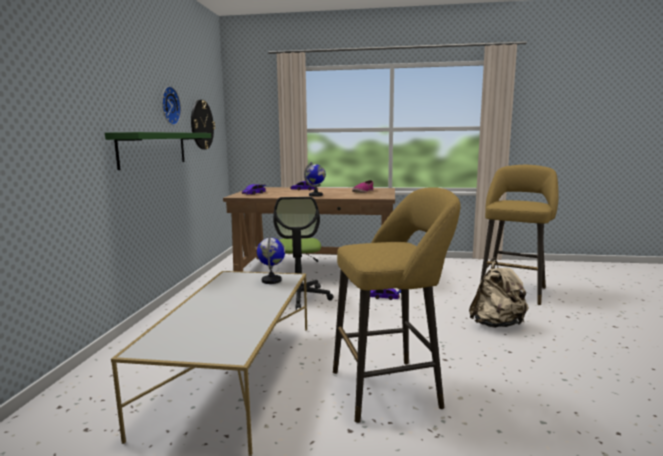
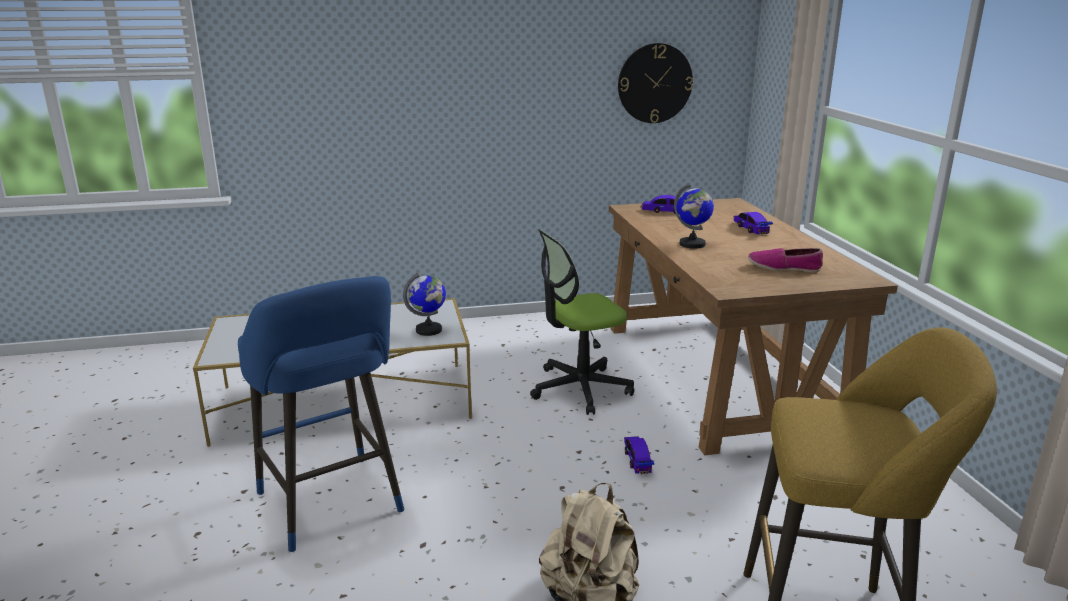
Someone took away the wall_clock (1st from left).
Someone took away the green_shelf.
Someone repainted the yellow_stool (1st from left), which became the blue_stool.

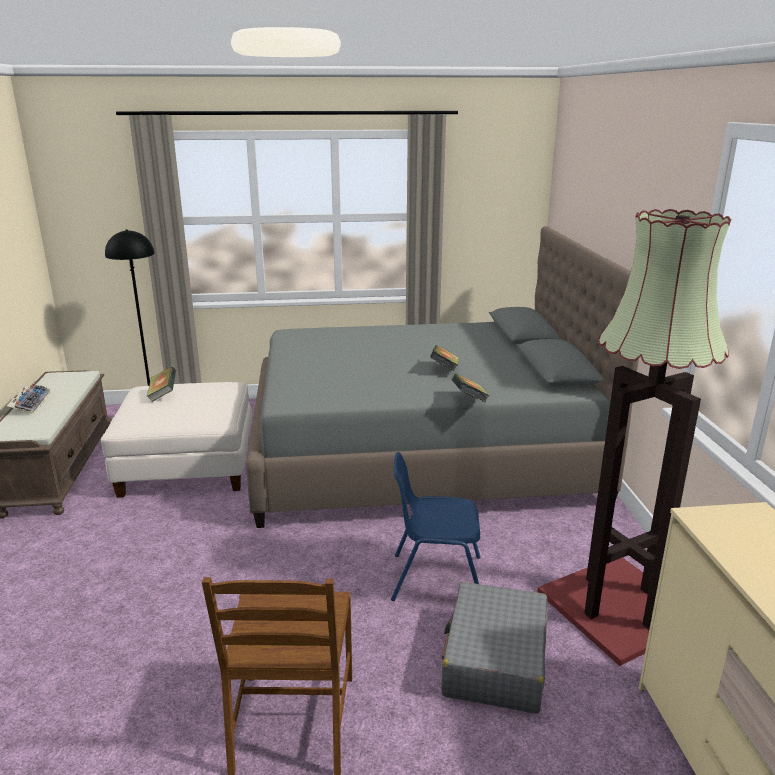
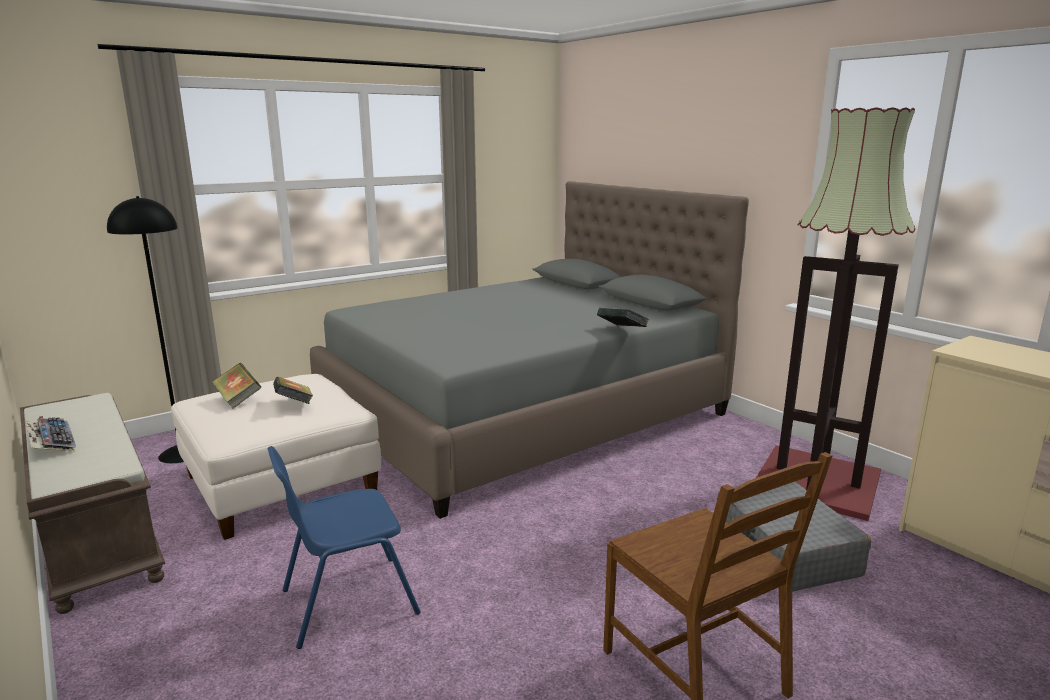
Someone carried the book (2nd from left).
Someone carried the blue_chair.

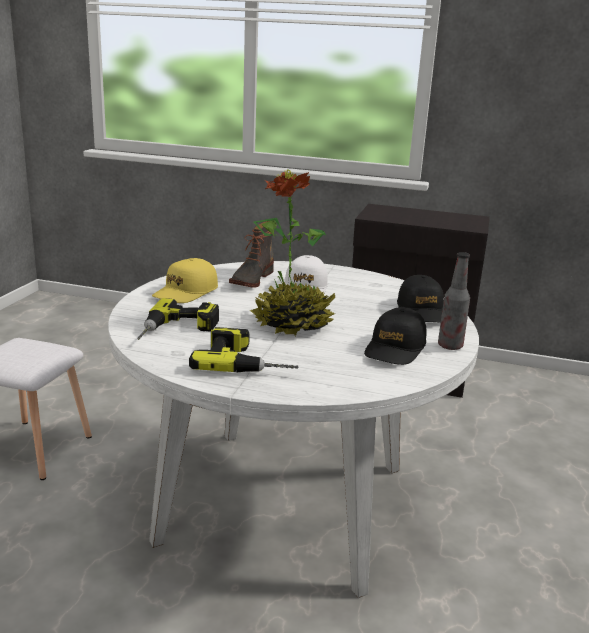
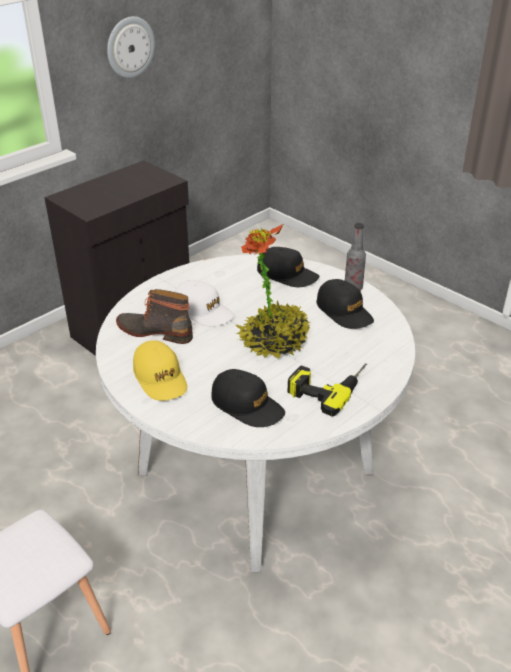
Someone rotated the boot by 150 degrees clockwise.
Someone swapped the power_drill (1st from left) for the black_cap (1st from left).
Someone put up the wall_clock.

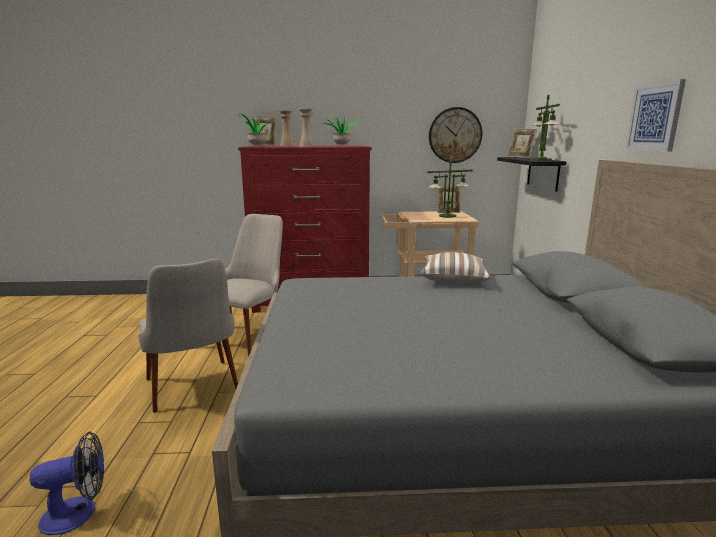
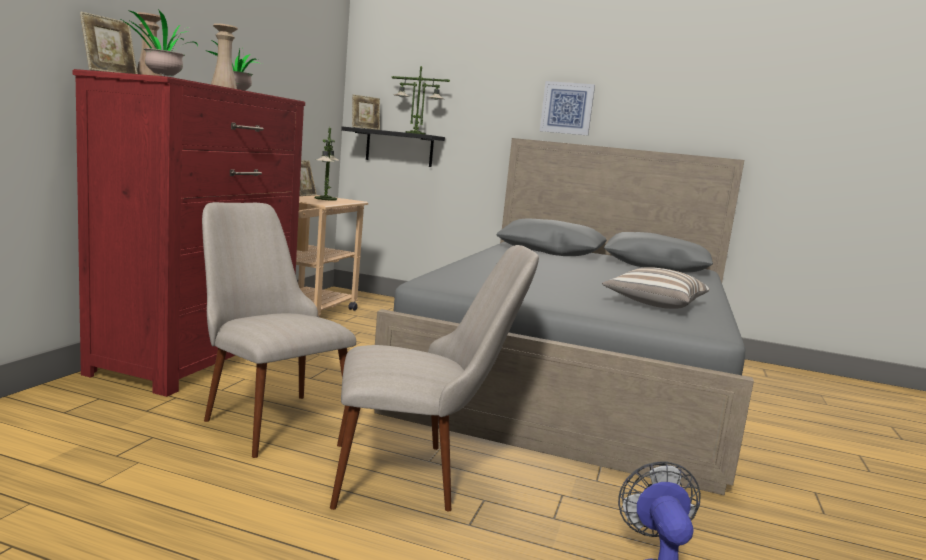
Someone took away the wall_clock.
Someone carried the pillow.

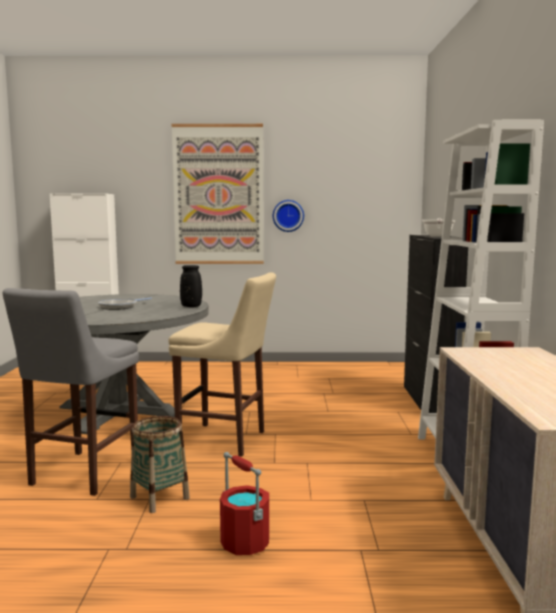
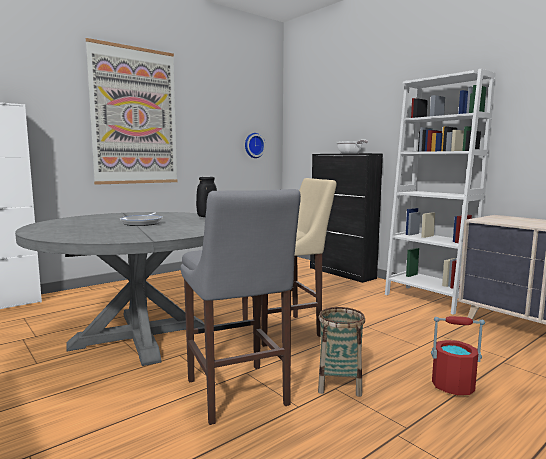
Someone carried the wall_clock.

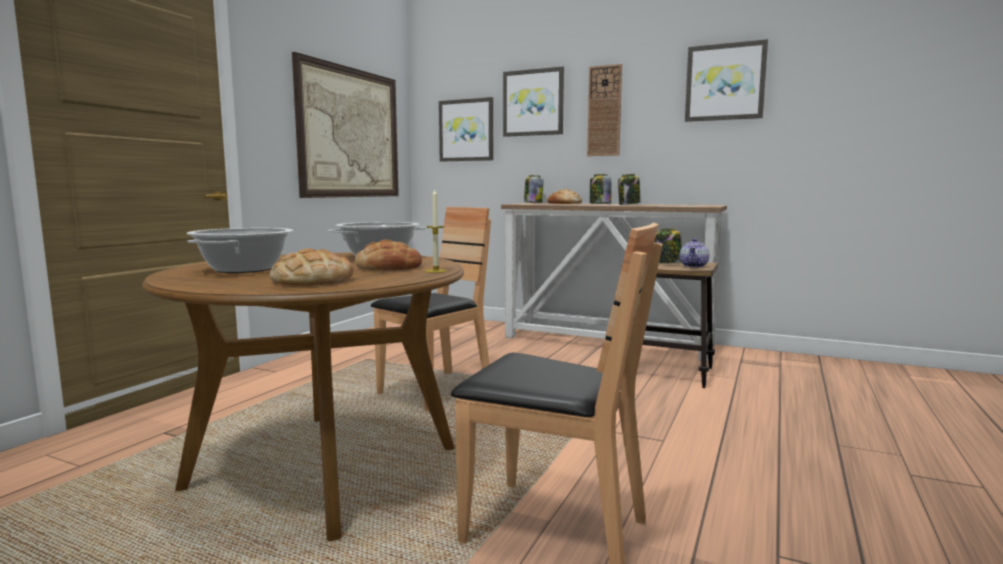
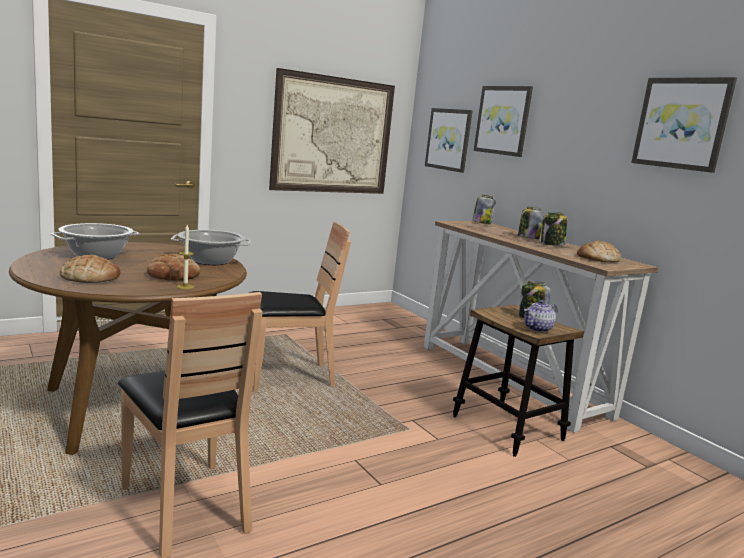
Someone took away the wall_clock.
Someone carried the bread (3rd from left).

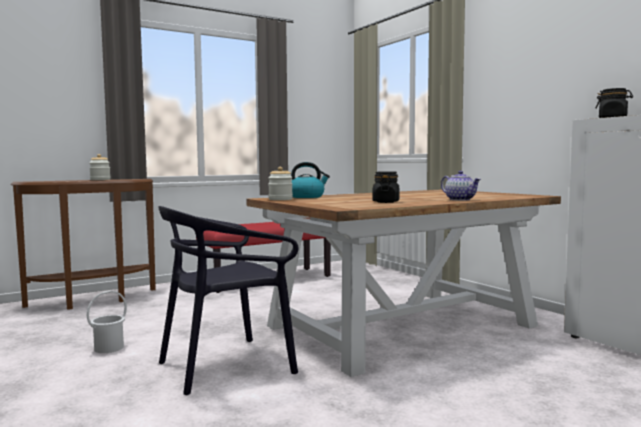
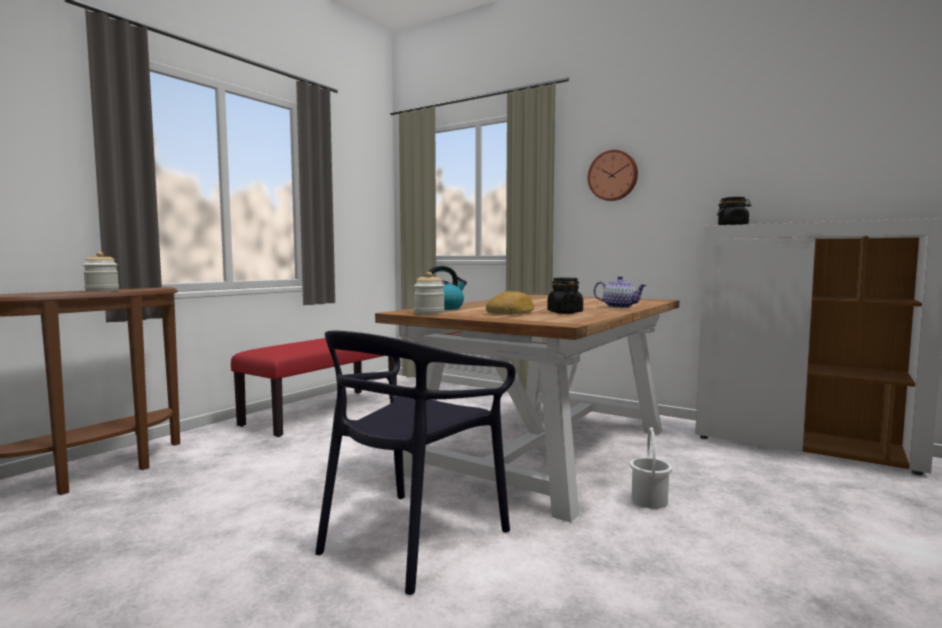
Someone carried the white_bucket.
Someone put up the wall_clock.
Someone put down the bread.

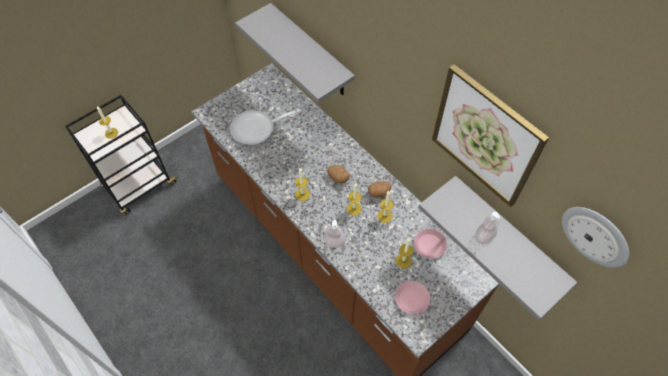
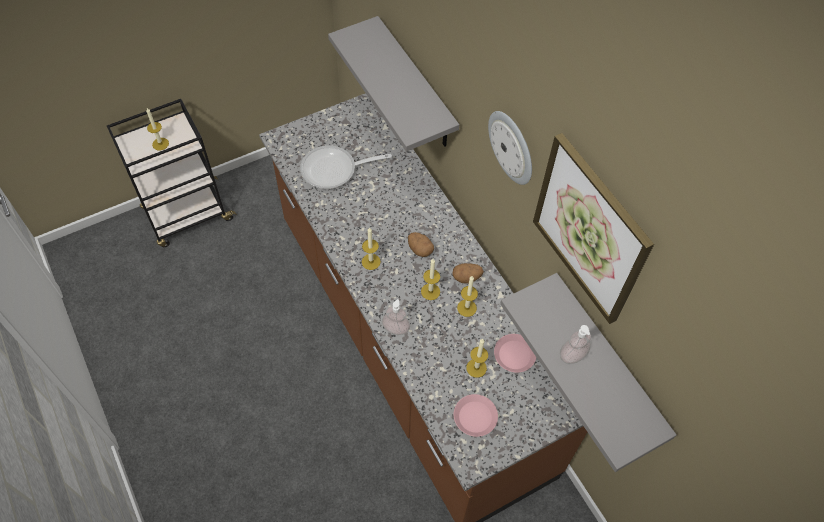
Someone carried the wall_clock.

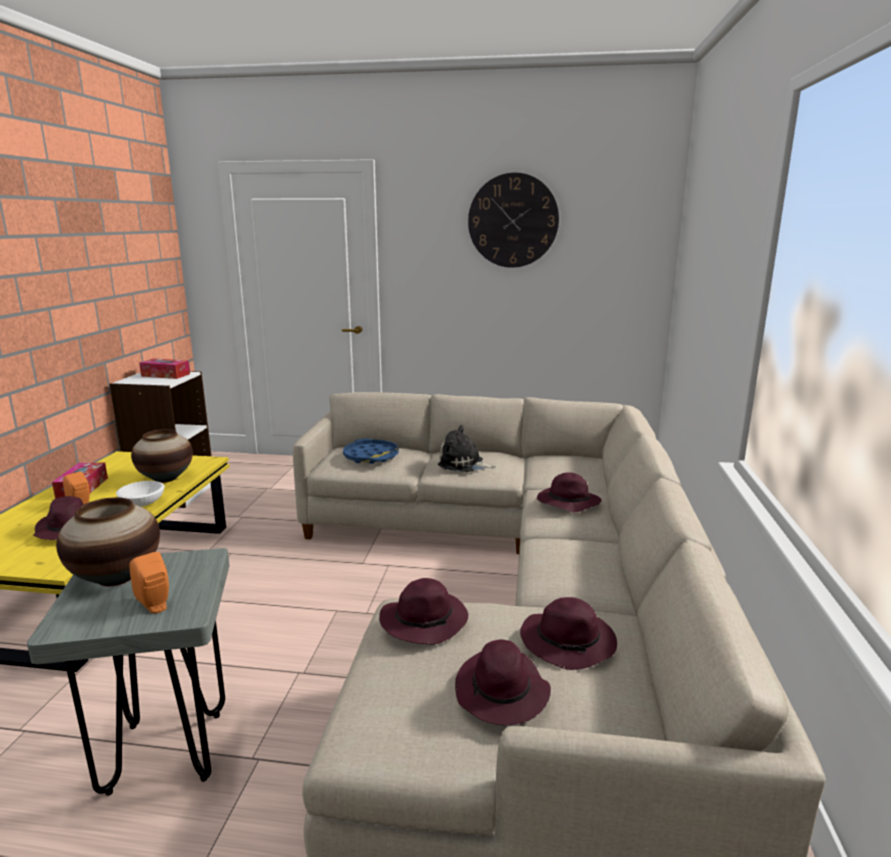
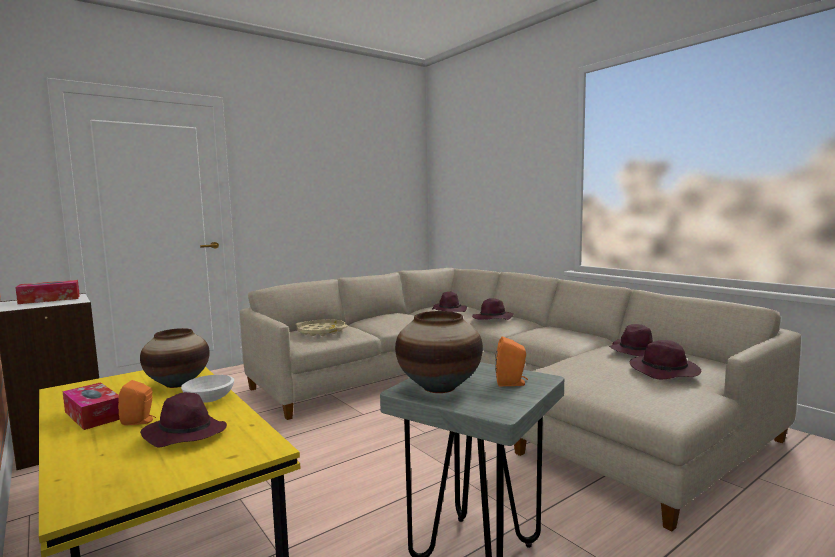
Someone took away the wall_clock.
Someone took away the plush_toy.
Someone repainted the blue_tray, which became the beige_tray.
Someone carried the purple_hat (2nd from left).

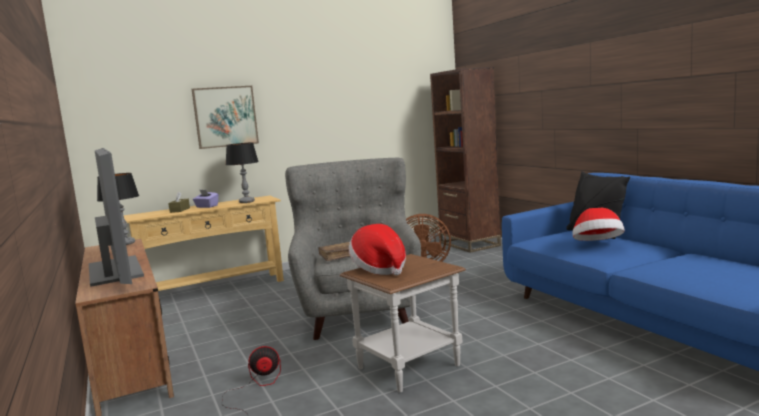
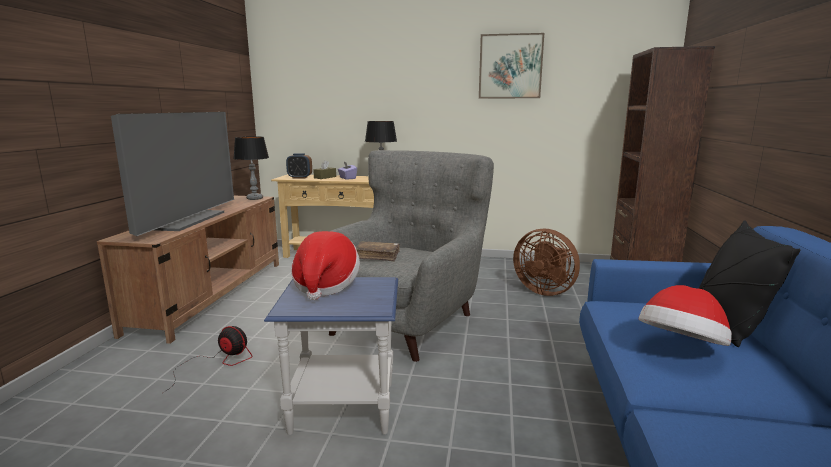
Someone carried the picture.
Someone repainted the brown_side_table, which became the blue_side_table.
Someone put down the alarm_clock.

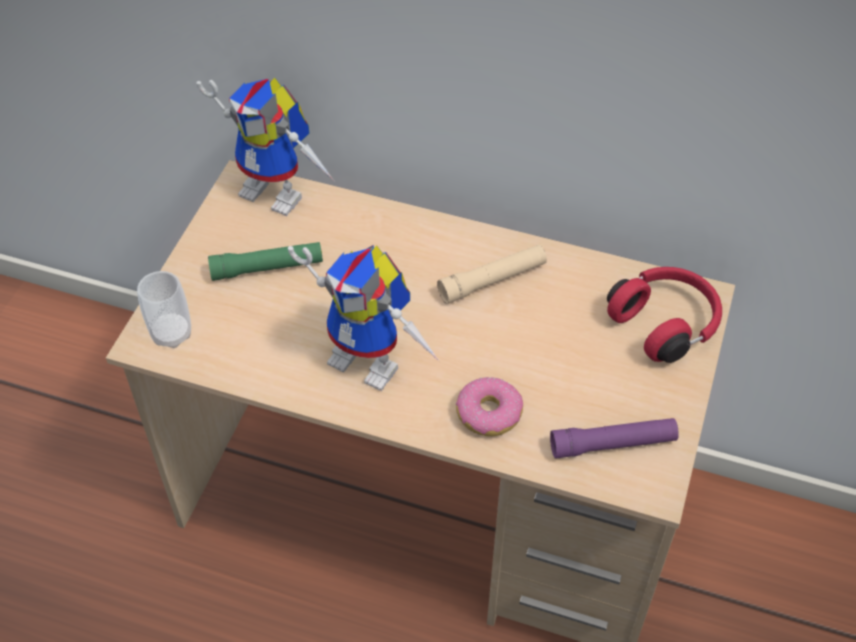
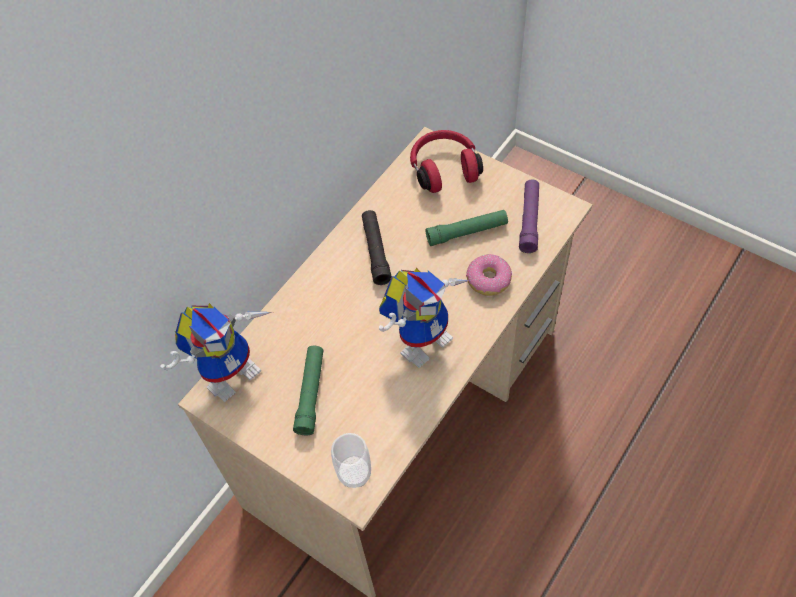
Someone repainted the beige_flashlight, which became the black_flashlight.
Someone put down the green_flashlight (2nd from left).

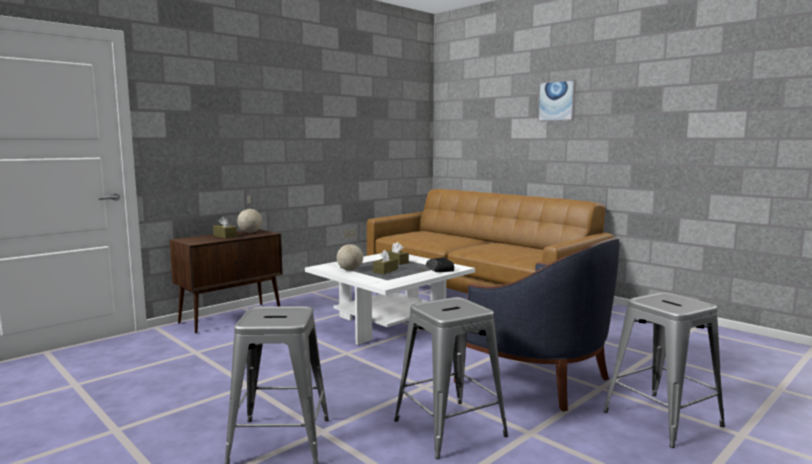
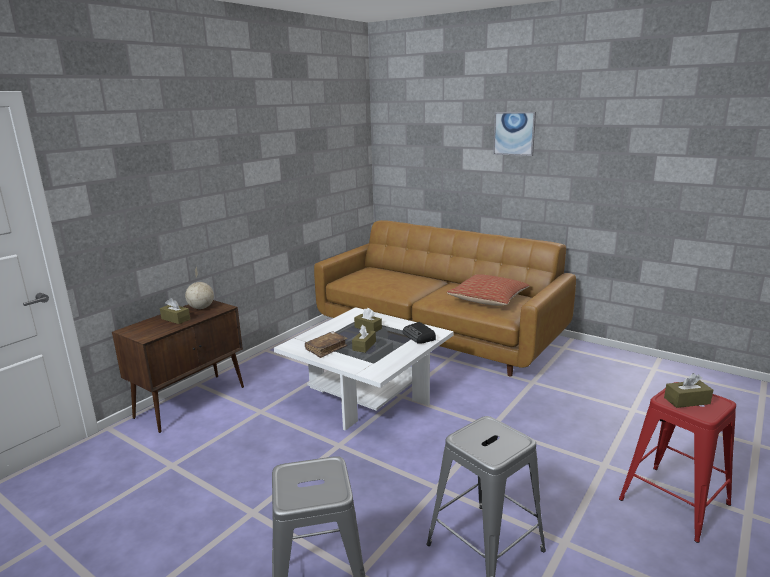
Someone swapped the globe (2nd from left) for the brown_book.
Someone took away the blue_armchair.
Someone repainted the grey_stool (3rd from left), which became the red_stool.
Someone put down the pillow.
Someone put down the brown_tissue_box (4th from left).

